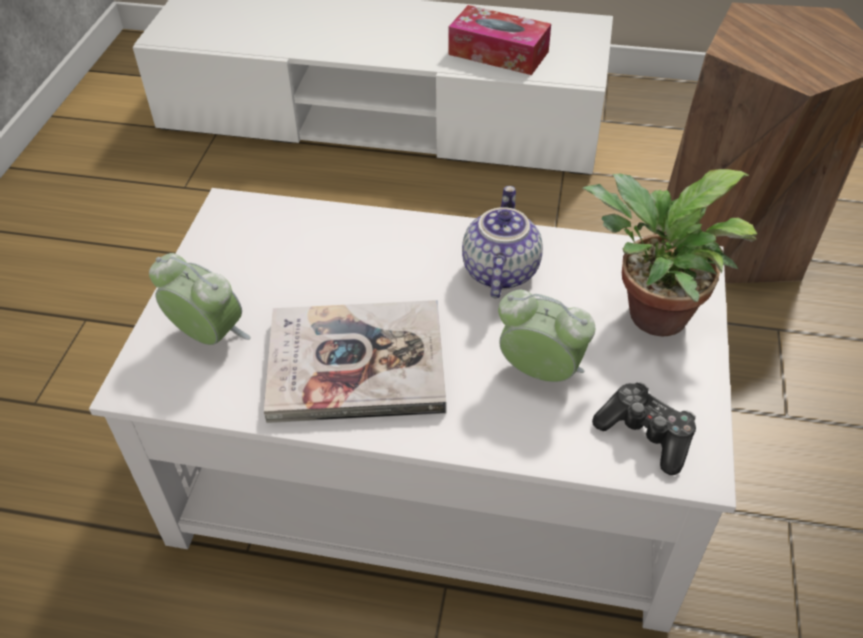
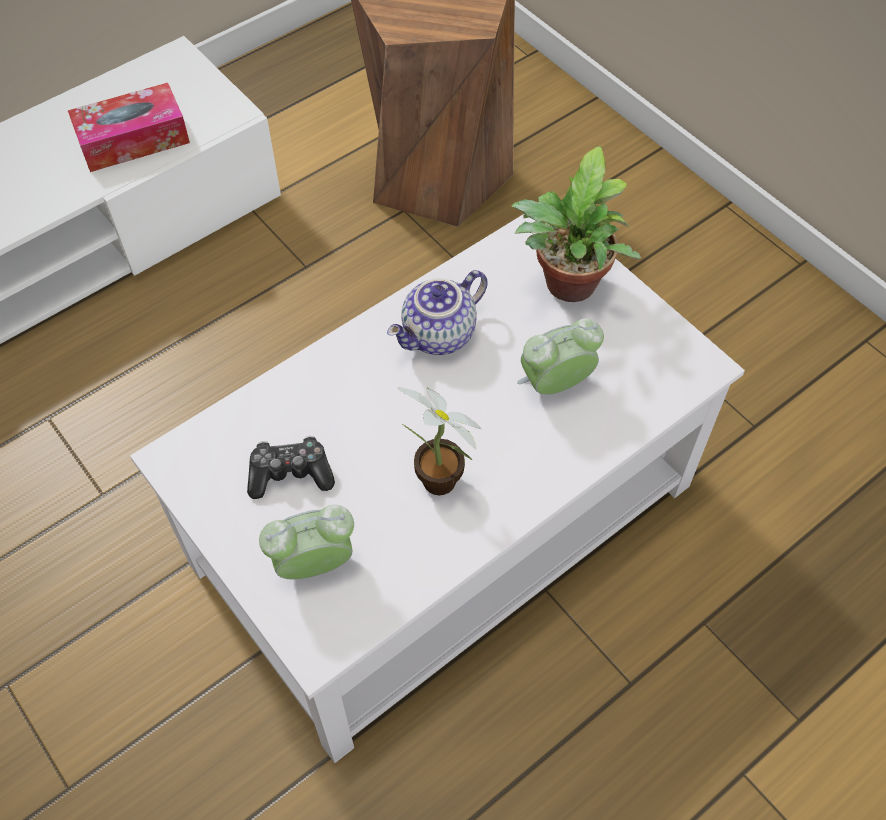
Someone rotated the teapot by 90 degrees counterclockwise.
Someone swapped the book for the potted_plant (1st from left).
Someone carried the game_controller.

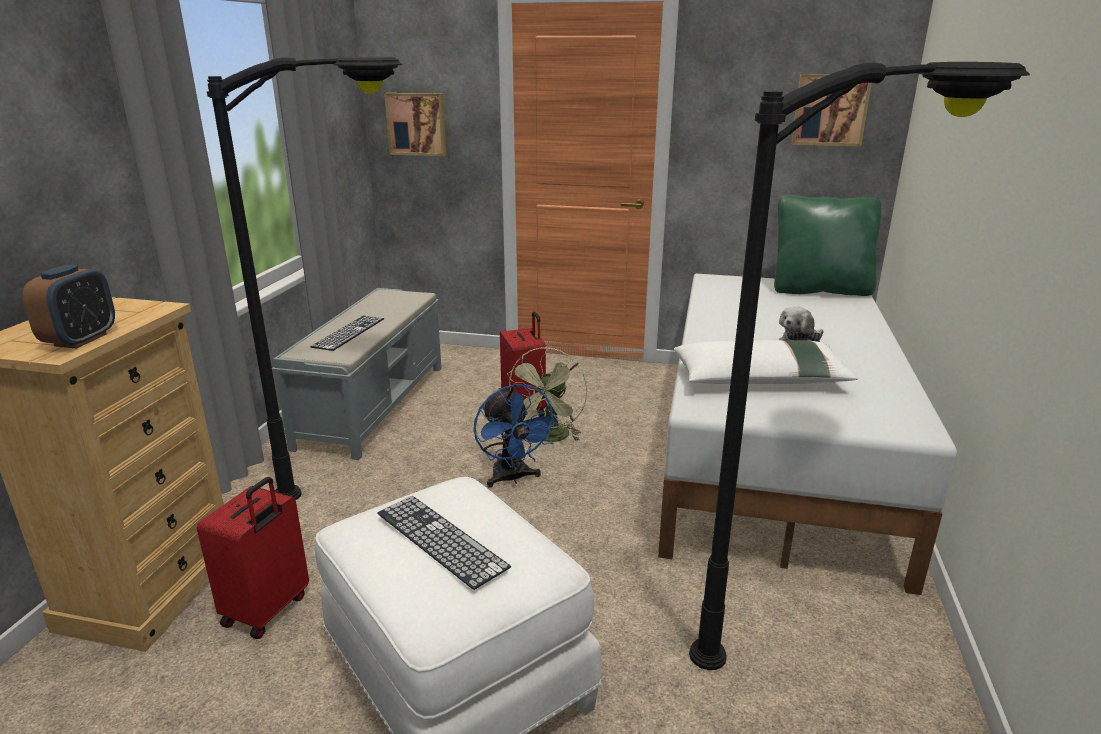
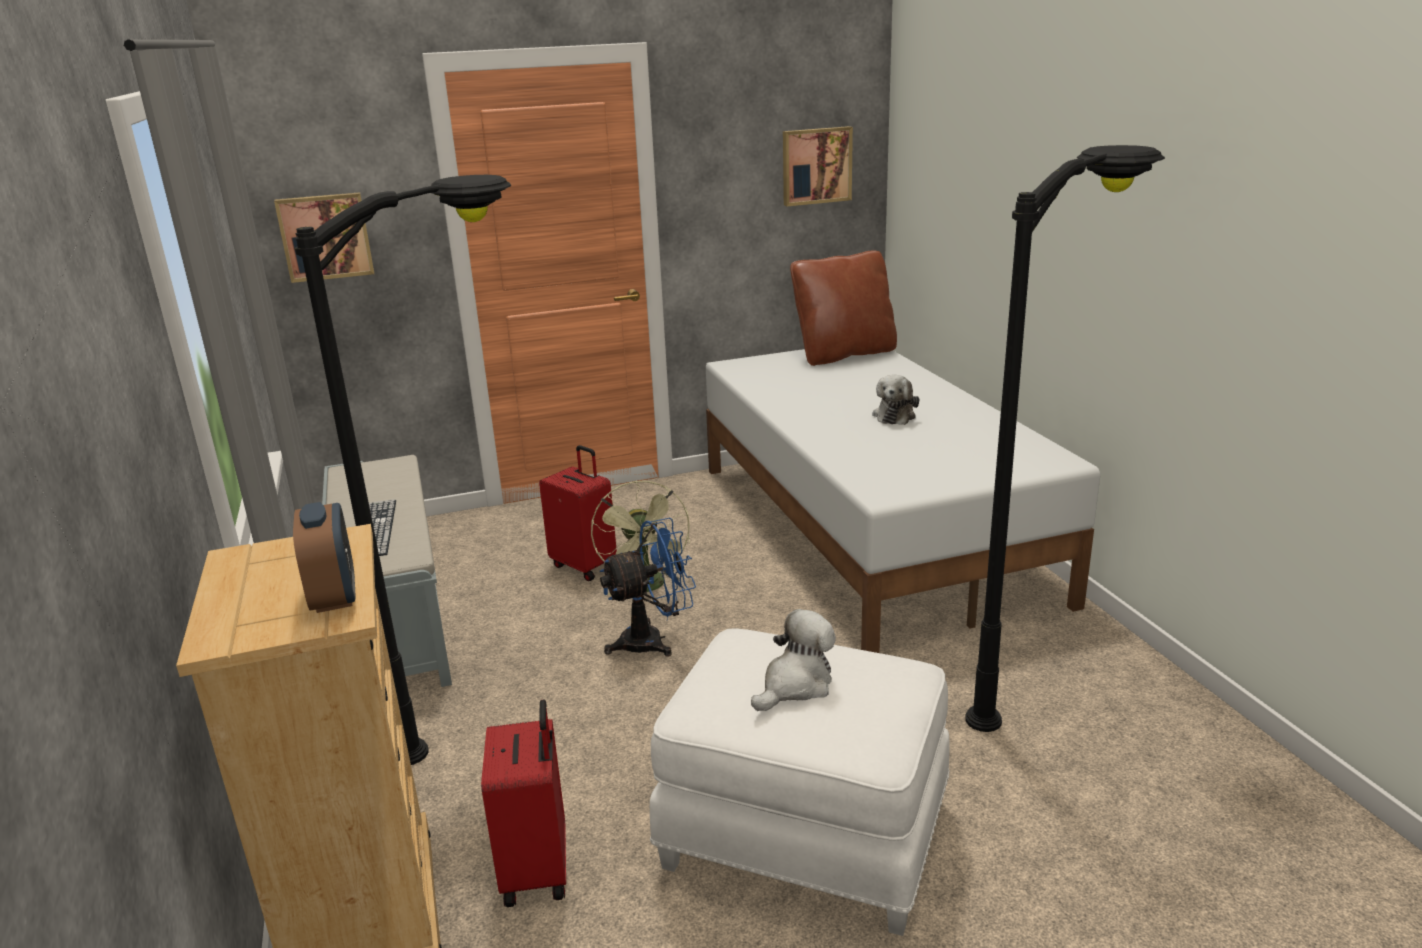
Someone repainted the green_pillow, which became the brown_pillow.
Someone took away the white_pillow.
Someone rotated the blue_fan by 60 degrees counterclockwise.
Someone swapped the keyboard (2nd from left) for the plush_toy (1st from left).

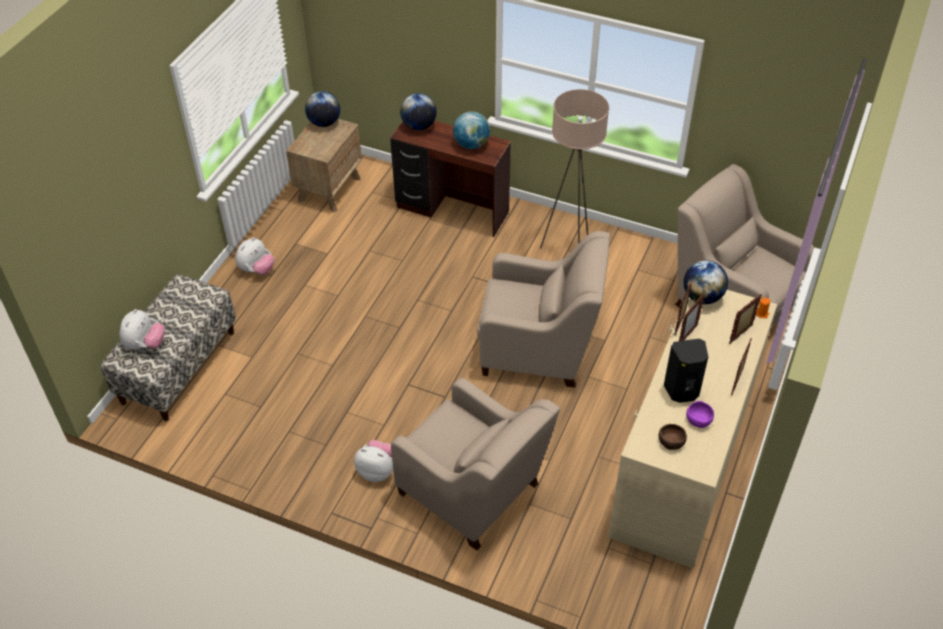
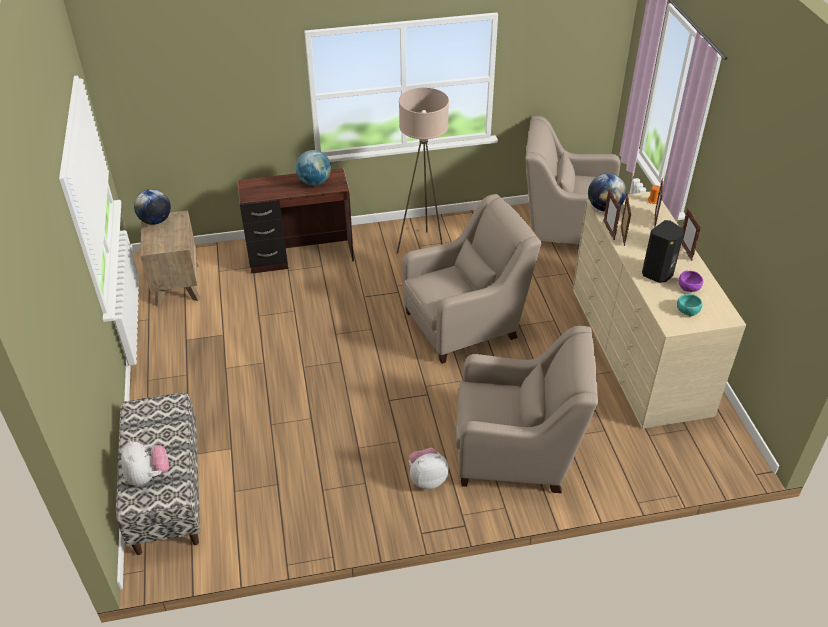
Someone took away the globe (2nd from left).
Someone took away the plush_toy (2nd from left).
Someone repainted the brown_bowl, which became the turquoise_bowl.

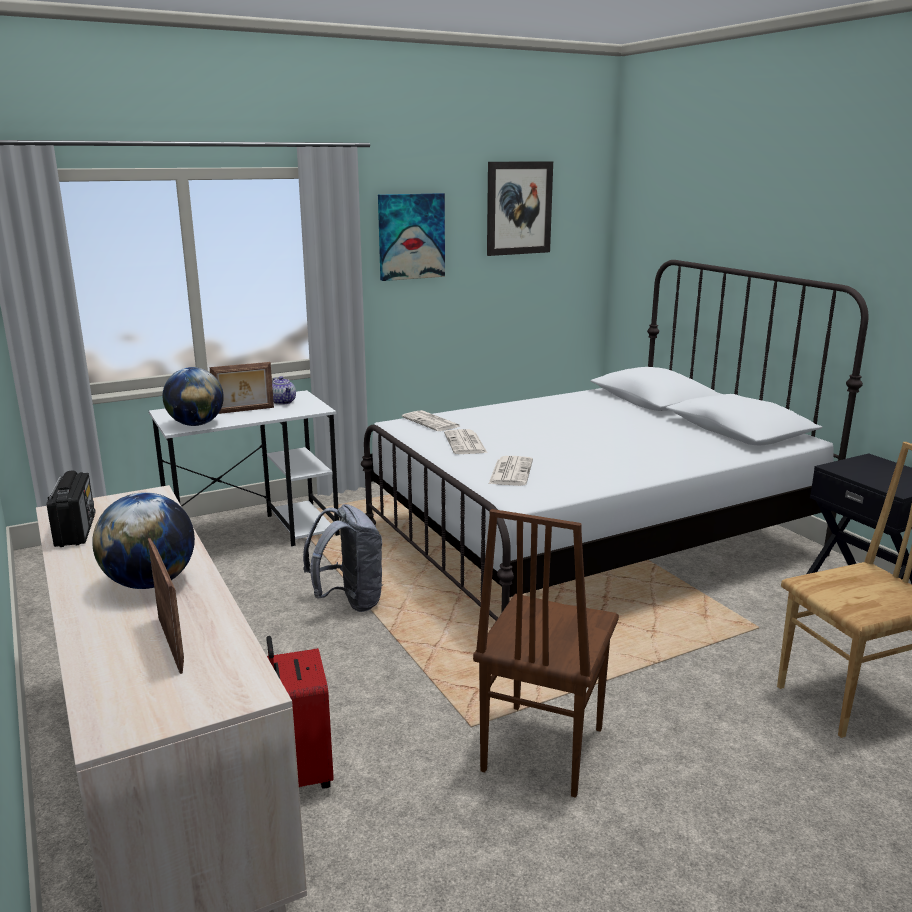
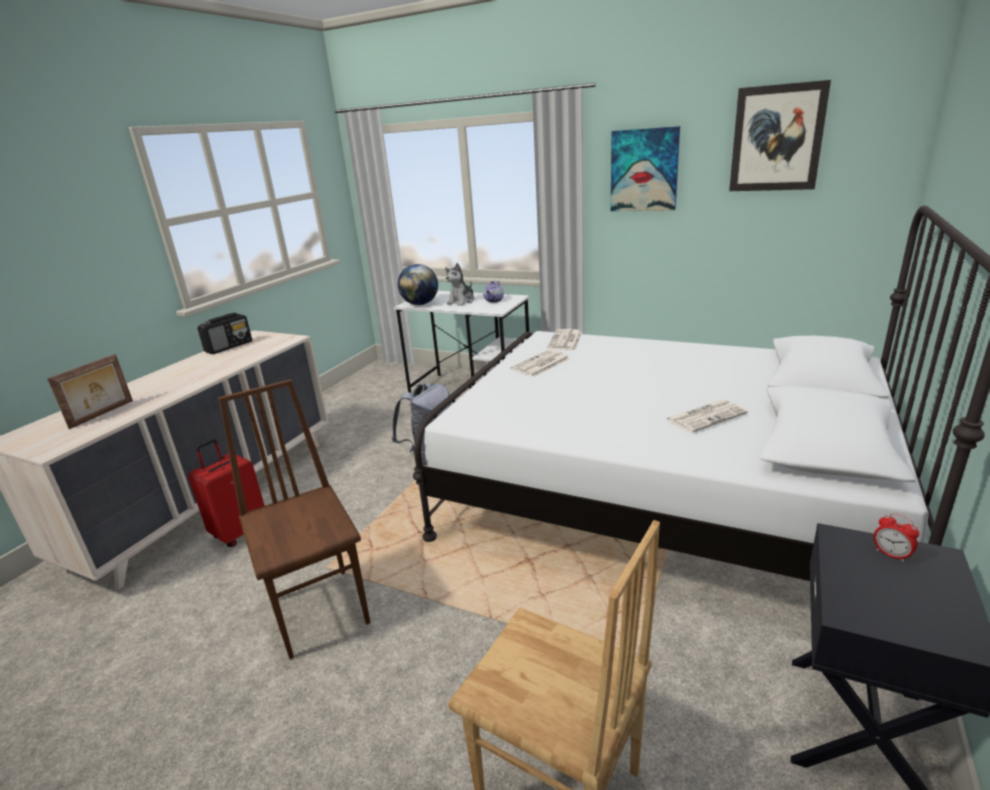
Someone swapped the picture_frame (2nd from left) for the plush_toy.
Someone carried the newspaper (3rd from left).
Someone took away the globe (1st from left).
Someone rotated the brown_chair (1st from left) by 75 degrees clockwise.
Someone put down the alarm_clock.

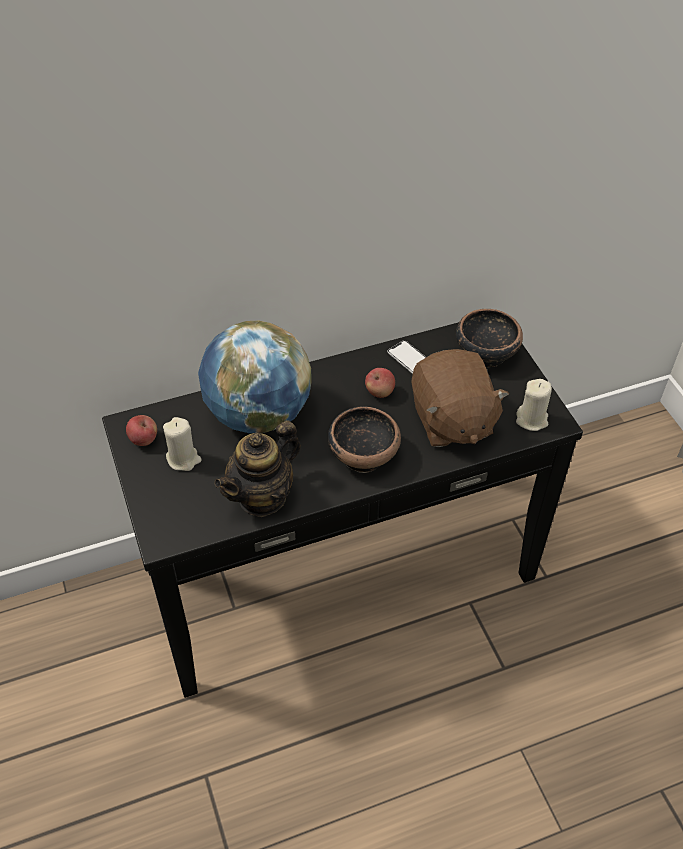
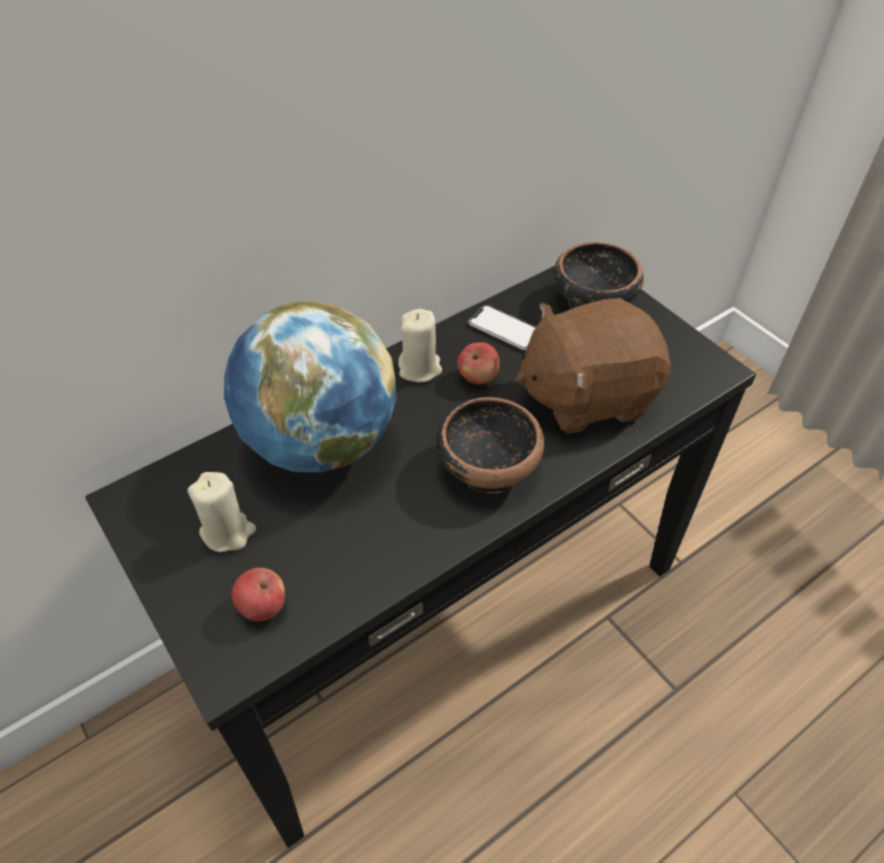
Someone rotated the brown_plush_toy by 105 degrees clockwise.
Someone carried the beige_candle (2nd from left).
Someone carried the apple (1st from left).
Someone took away the teapot.

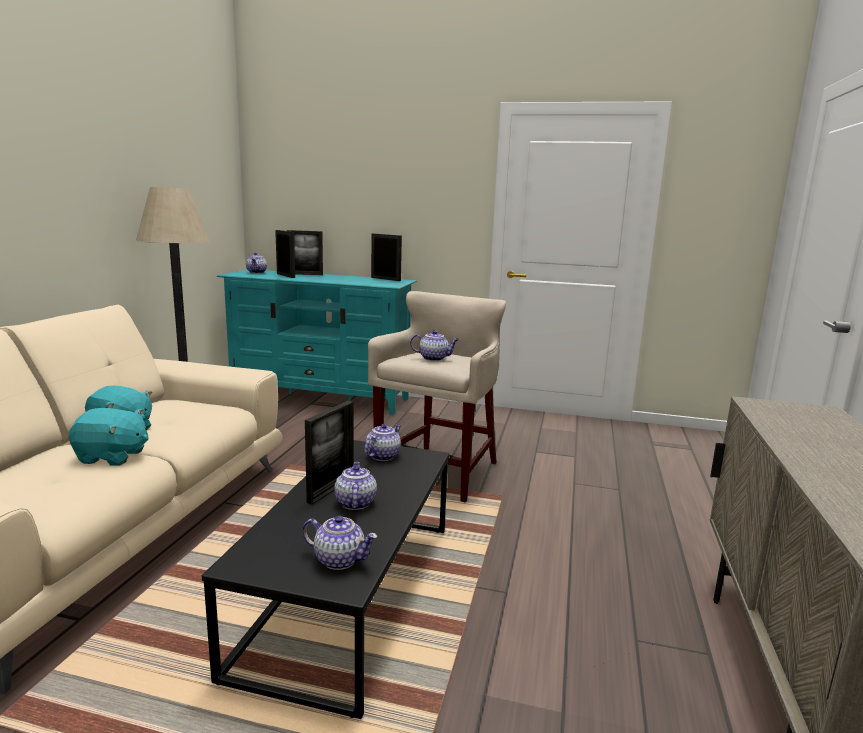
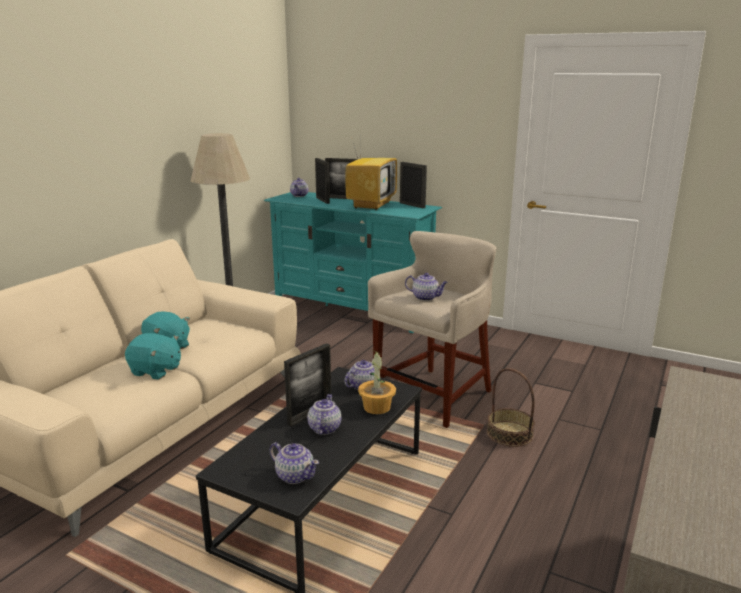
Someone put down the television.
Someone put down the potted_plant.
Someone put down the basket.

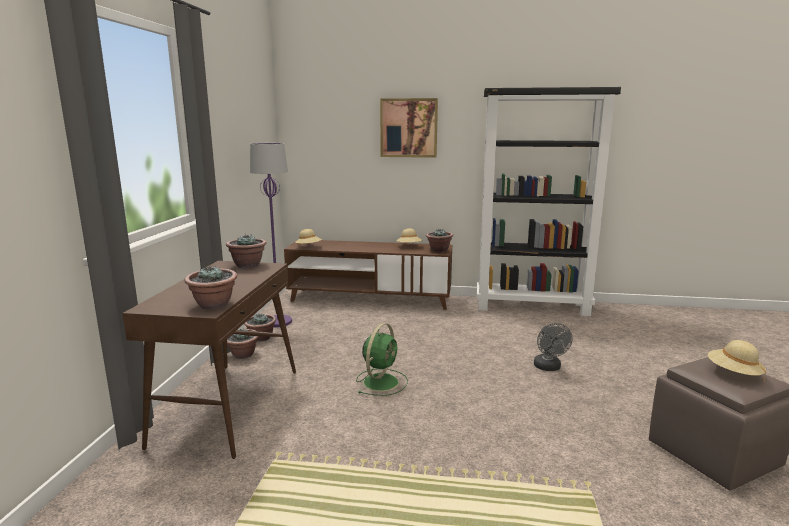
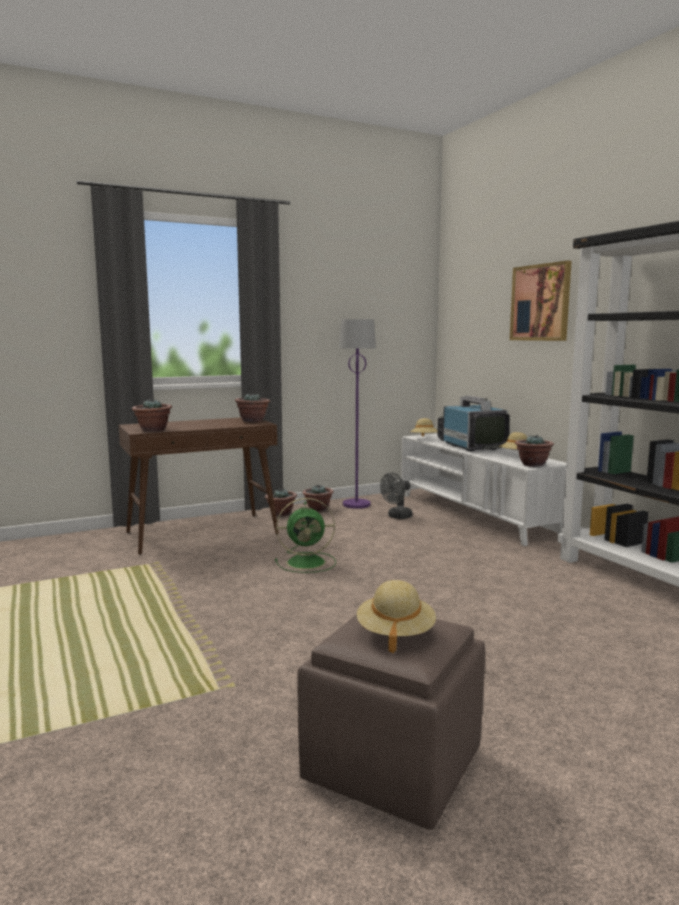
Someone repainted the brown_tv_stand, which became the white_tv_stand.
Someone carried the grey_fan.
Someone put down the television.

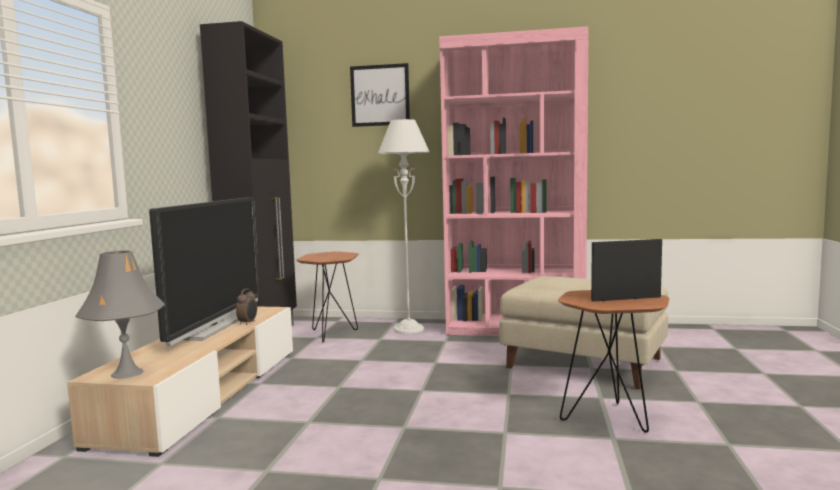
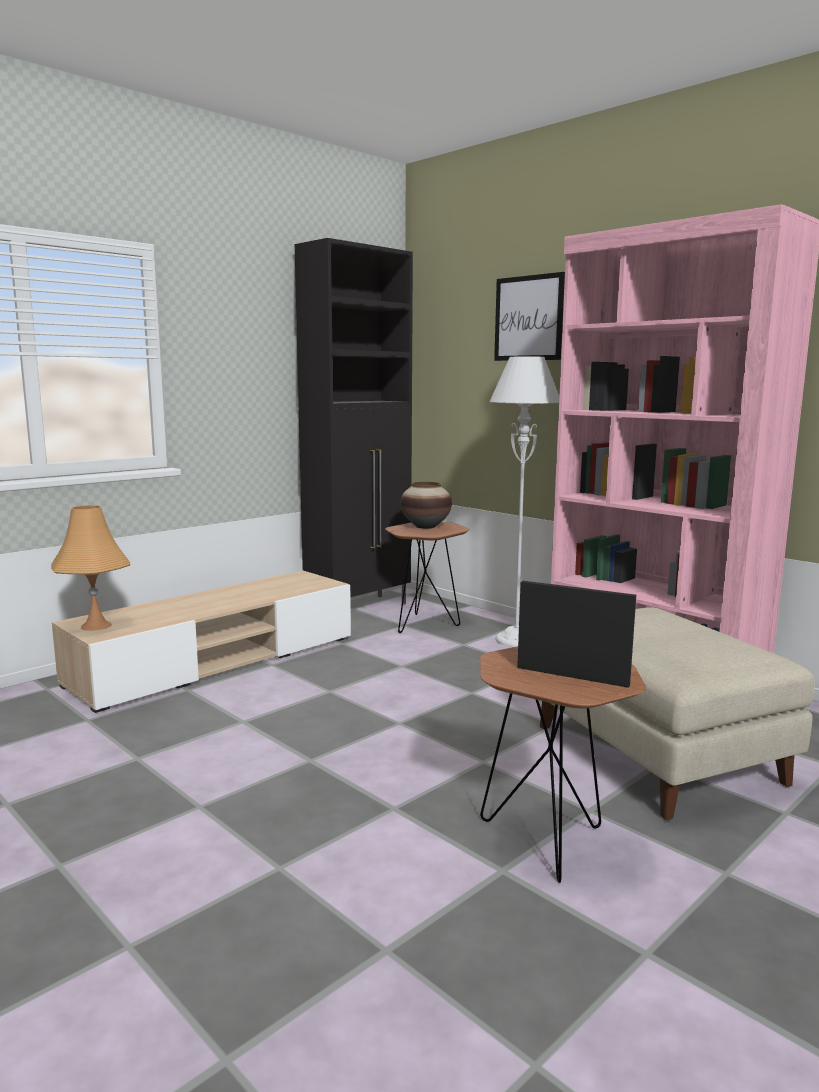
Someone took away the television.
Someone repainted the grey_table_lamp, which became the orange_table_lamp.
Someone took away the alarm_clock.
Someone put down the vase.

